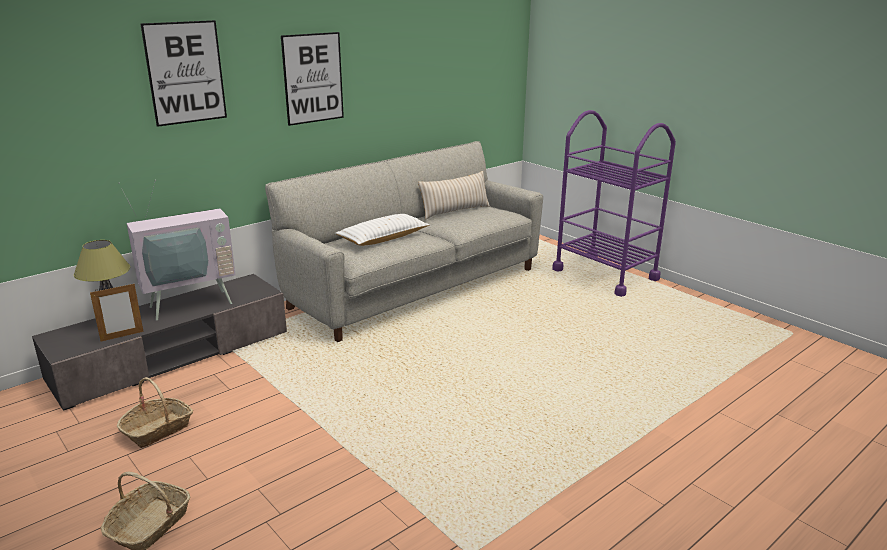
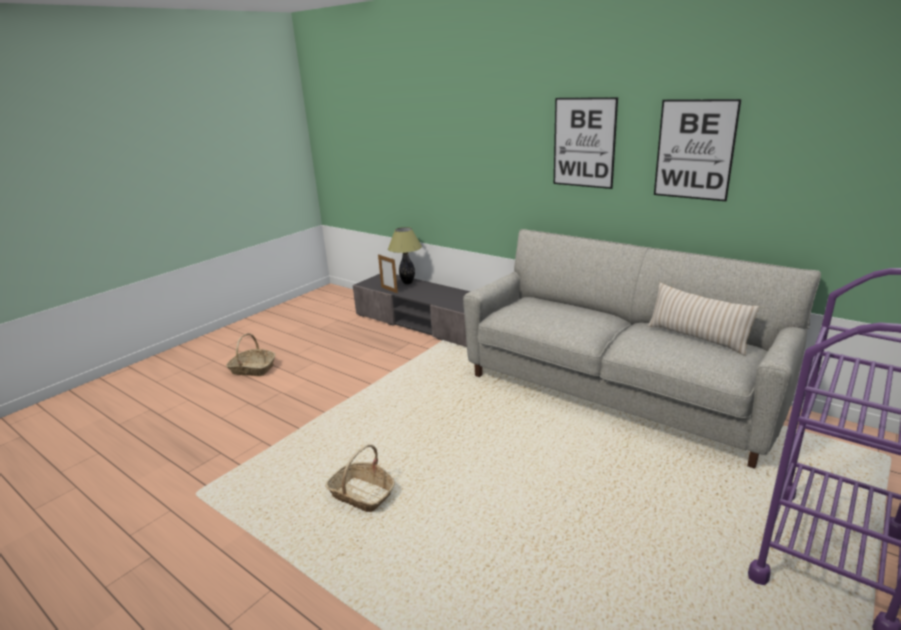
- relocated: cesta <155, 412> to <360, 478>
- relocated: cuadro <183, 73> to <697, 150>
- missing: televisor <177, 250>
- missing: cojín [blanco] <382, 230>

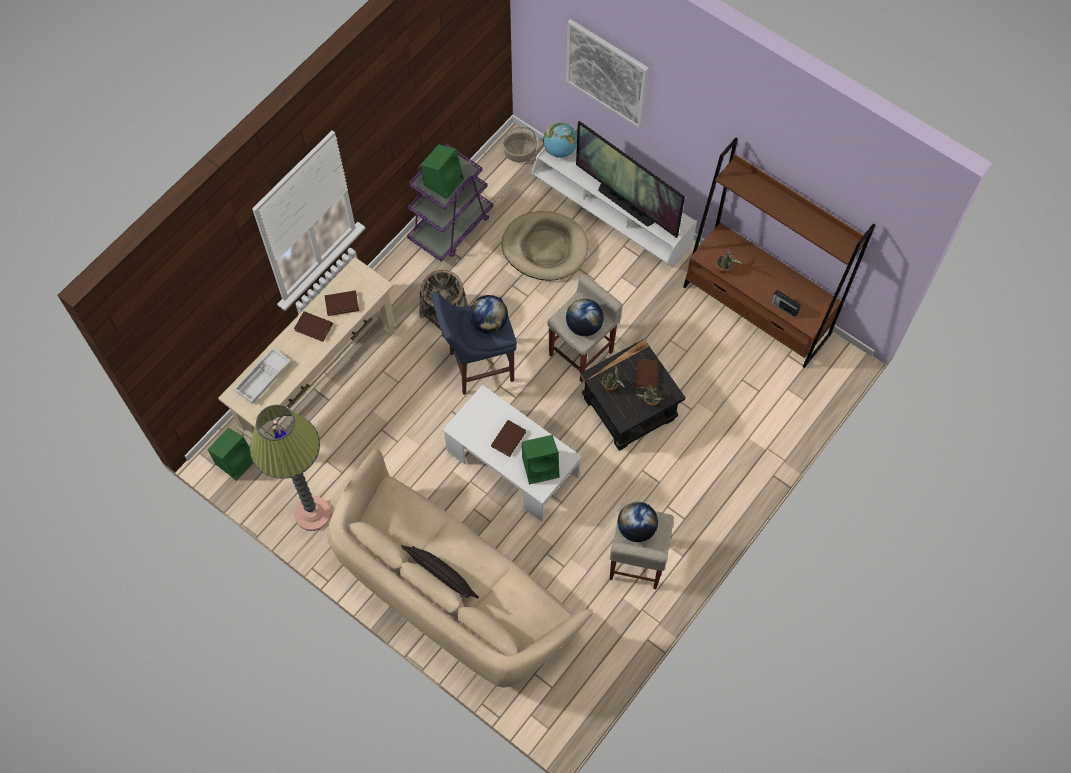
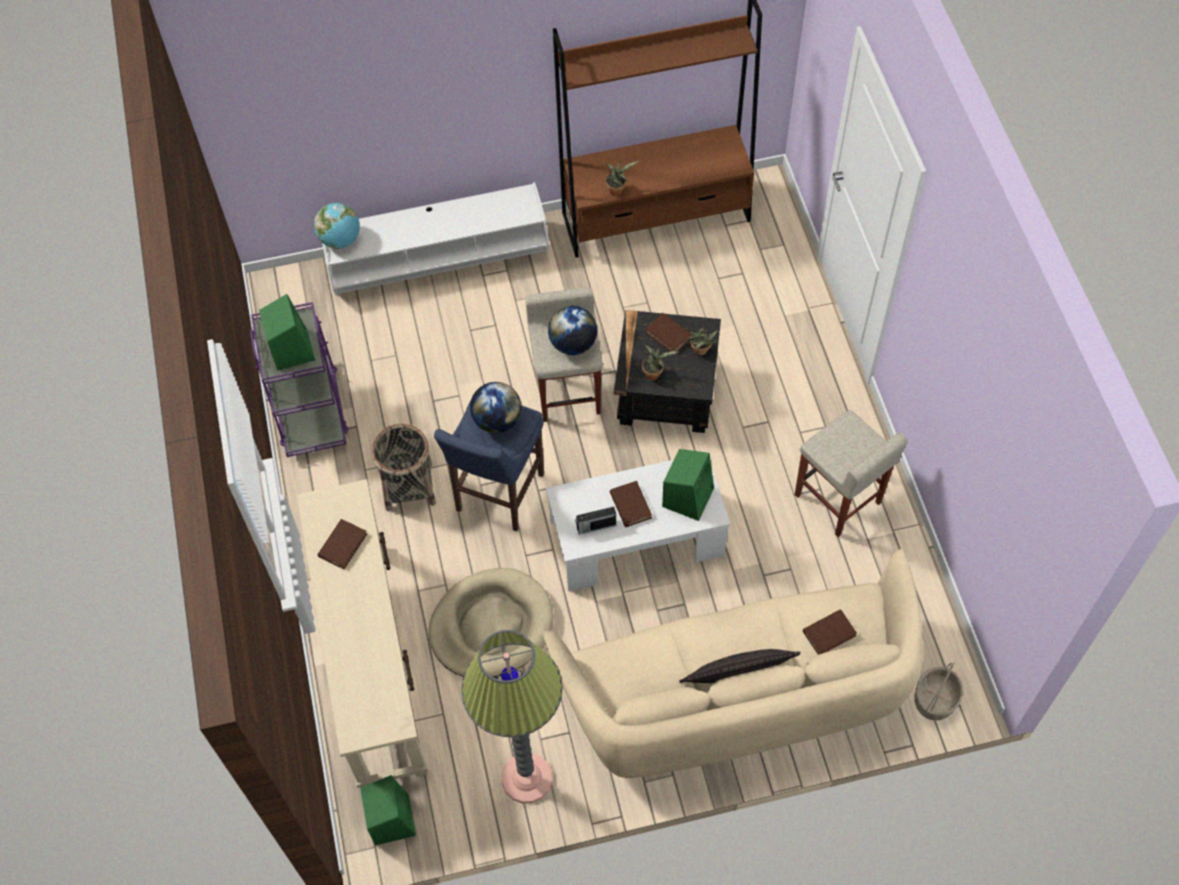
- relocated: cama para perro [beis] <545, 246> to <491, 623>
- relocated: radio <786, 304> to <595, 521>
- relocated: libro [marrón] <313, 326> to <830, 632>
- relocated: cesta <520, 144> to <939, 691>
- missing: bandeja [blanco] <262, 375>
- missing: cuadro <607, 74>
- missing: televisor <630, 179>
- missing: globo terráqueo <638, 522>

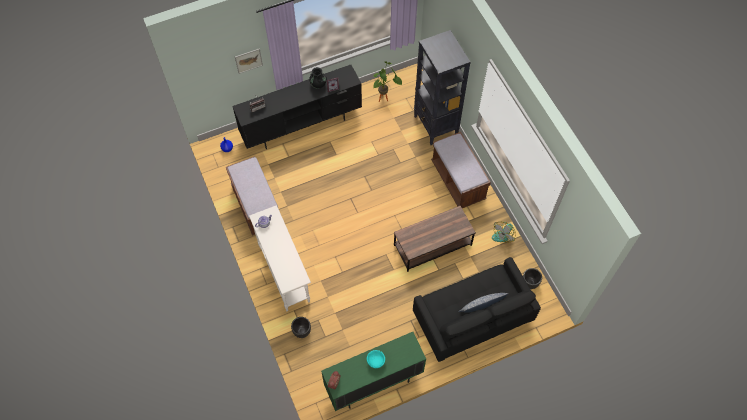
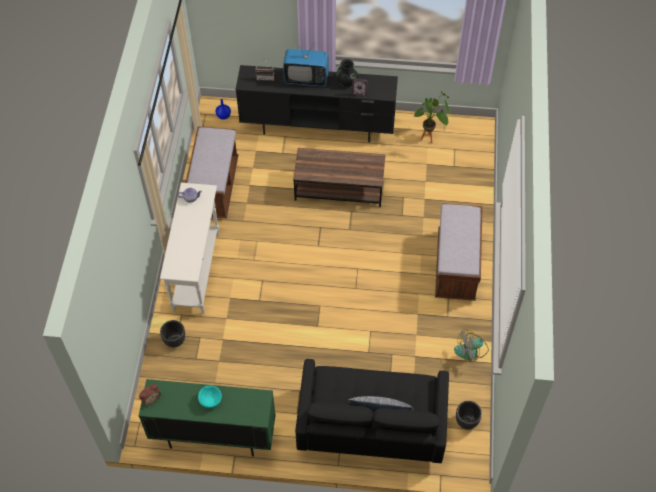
- appeared: televisor <306, 64>
- relocated: mesa de centro [marrón] <435, 239> to <339, 177>
- missing: cuadro <249, 61>
- missing: estantería [negro] <442, 87>

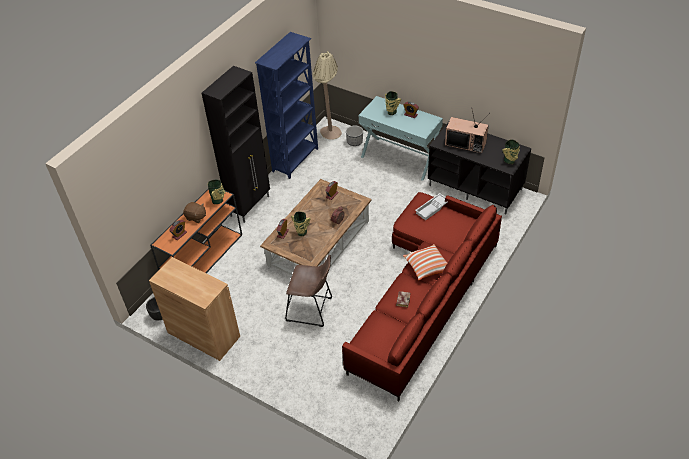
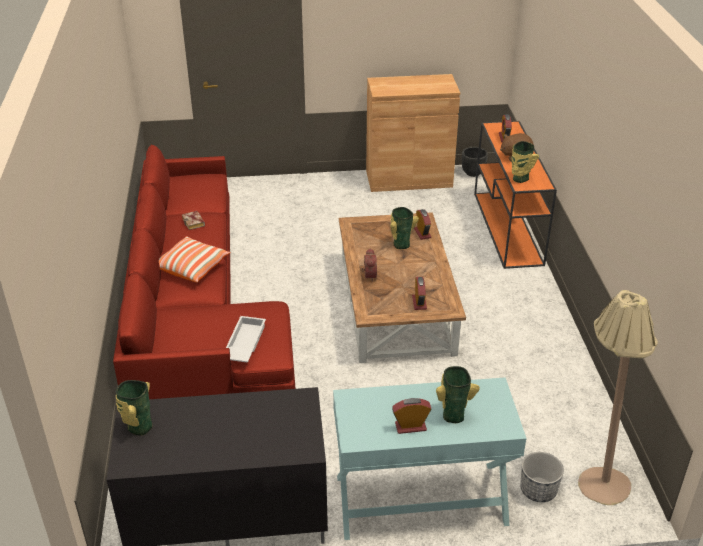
- missing: armario [negro] <236, 144>
- missing: estantería [azul] <286, 105>
- missing: taburete [marrón] <308, 291>
- missing: televisor <467, 130>

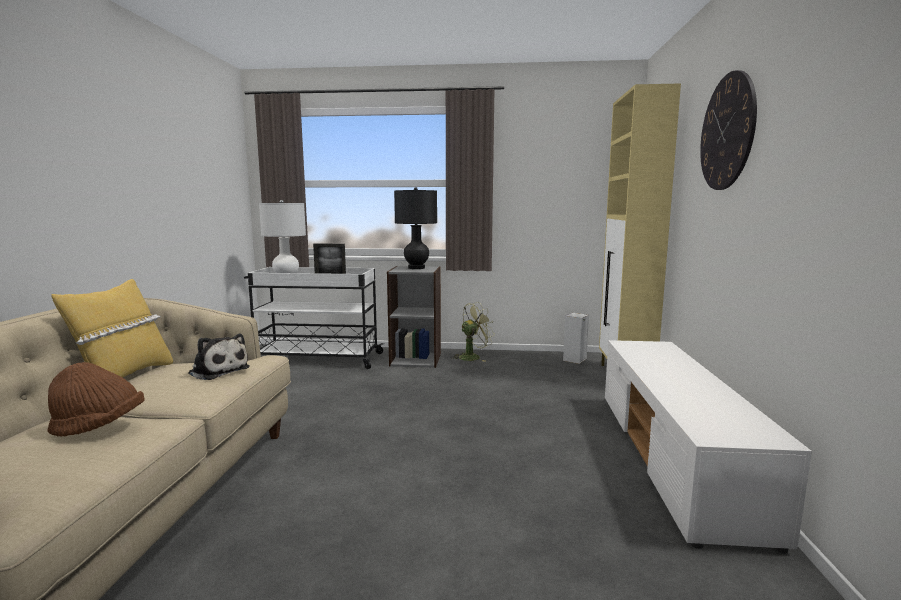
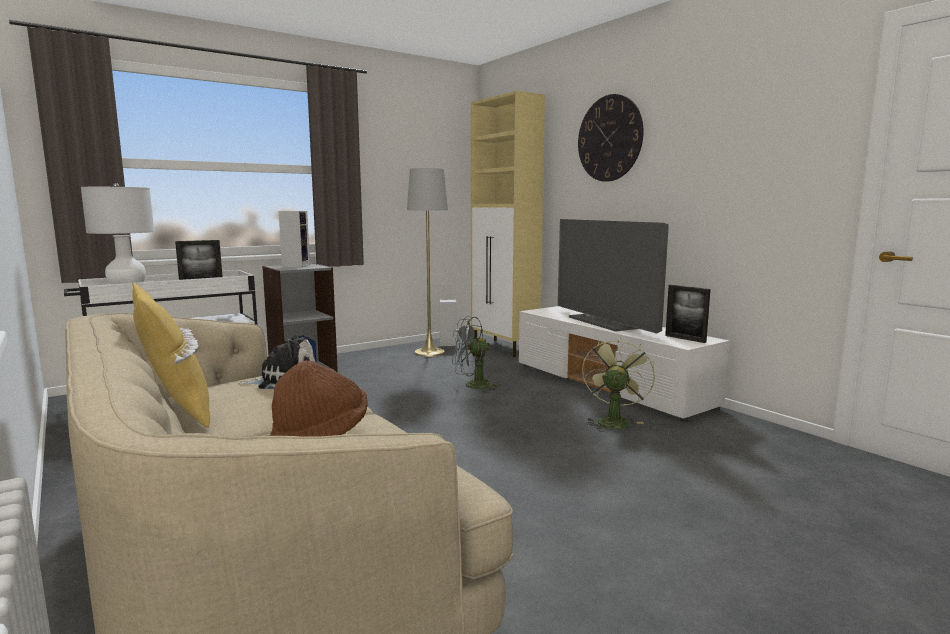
- exchanged: lámpara de mesa [negro] <415, 228> to altavoz <294, 239>
- appeared: lámpara de pie [gris] <427, 262>
- appeared: ventilador [gris] <476, 354>
- appeared: televisor <613, 276>
- relocated: ventilador [verde] <473, 332> to <618, 384>
- appeared: portarretratos <688, 314>

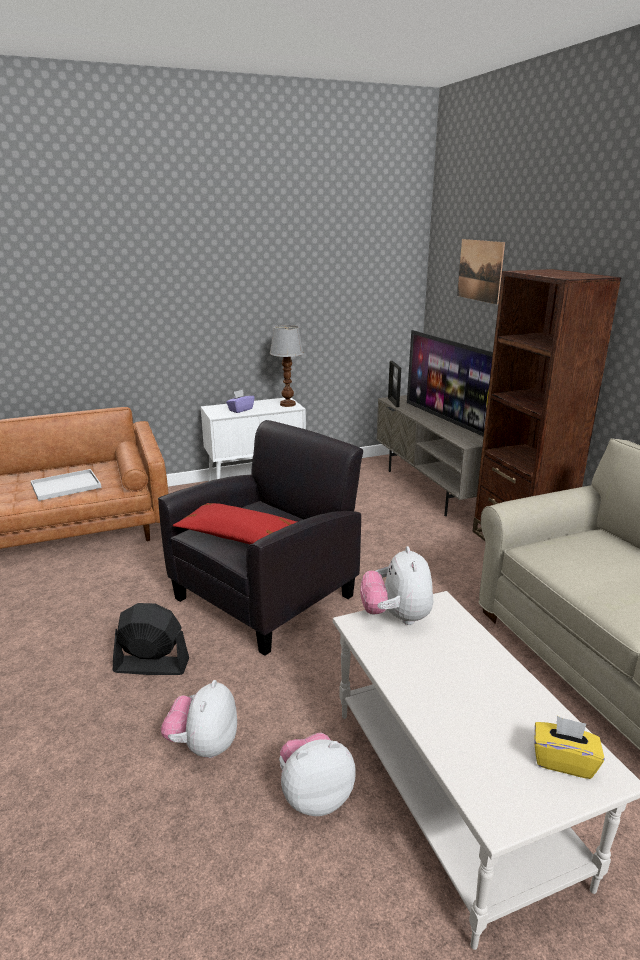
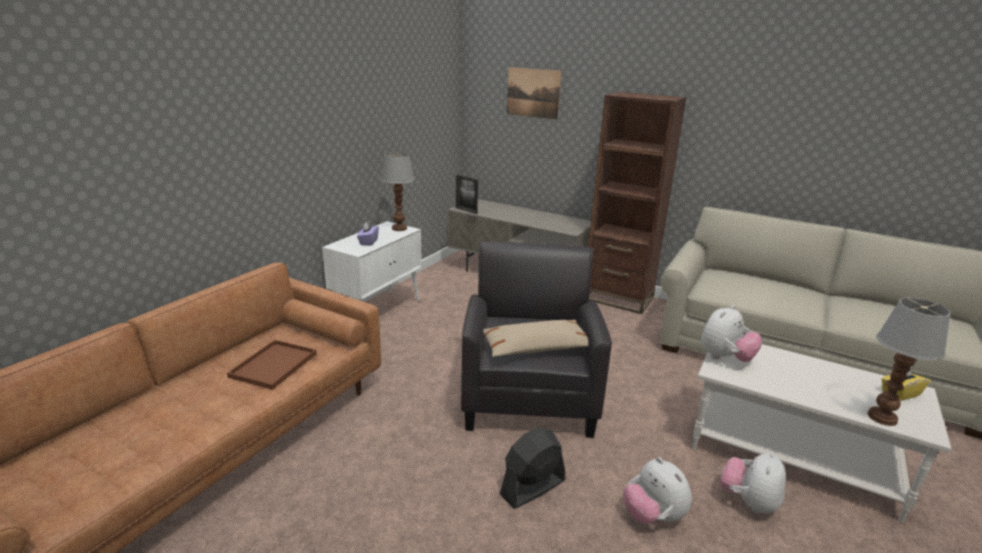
- colour: bandeja [blanco] <66, 485> to bandeja [marrón] <272, 365>
- colour: cojín [rojo] <235, 523> to cojín [beis] <535, 338>
- spun: peluche <396, 585> = <731, 333> 90 degrees counterclockwise
- appeared: lámpara de mesa <909, 362>
- missing: televisor <450, 383>

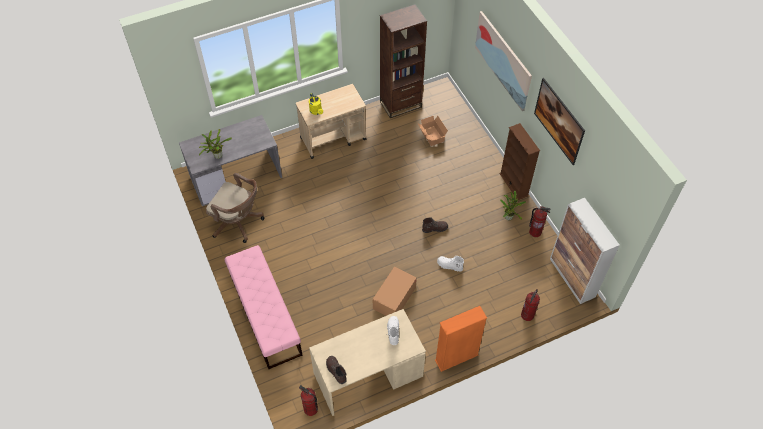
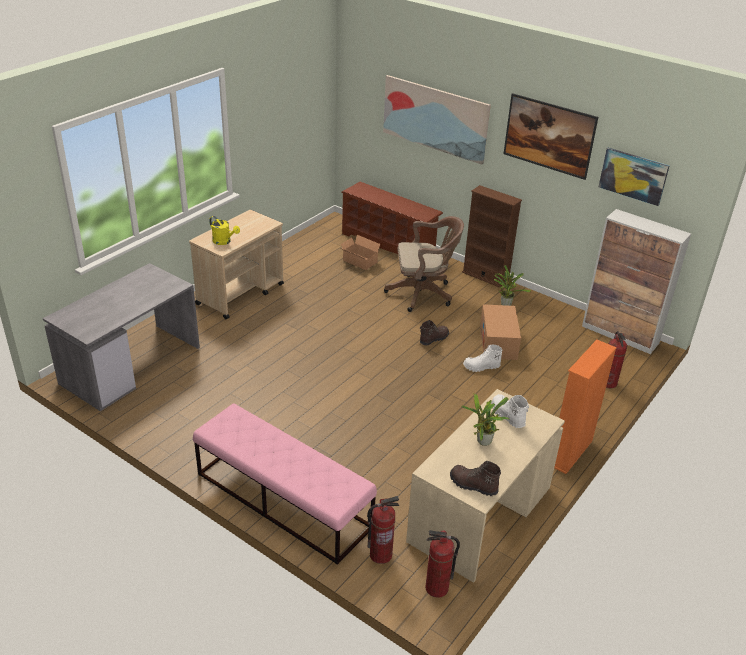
- appeared: zapatero [marrón] <392, 218>
- relocated: extintor <539, 221> to <383, 530>
- relocated: silla de oficina [marrón] <235, 208> to <424, 264>
- relocated: planta en maceta <215, 144> to <485, 419>
- relocated: caja de cartón <395, 291> to <500, 332>
- appeared: cuadro <634, 177>
- missing: estantería [marrón] <403, 61>

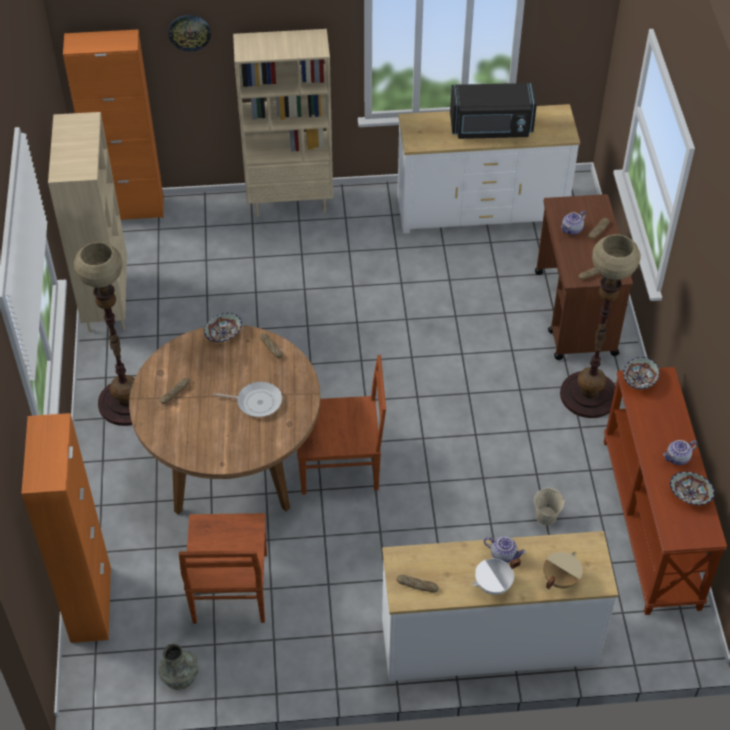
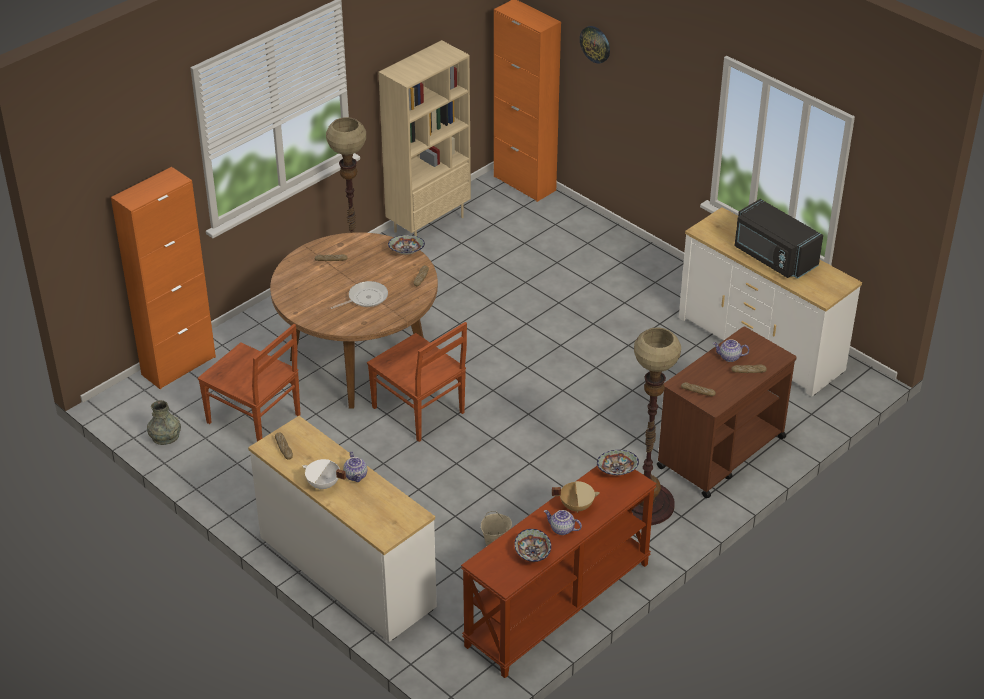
- spun: silla [marrón] <223, 568> = <249, 383> 105 degrees counterclockwise
- spun: sartén <247, 399> = <359, 295> 90 degrees counterclockwise
- relocated: olla [beis] <563, 570> to <576, 497>
- missing: estantería [beis] <283, 123>

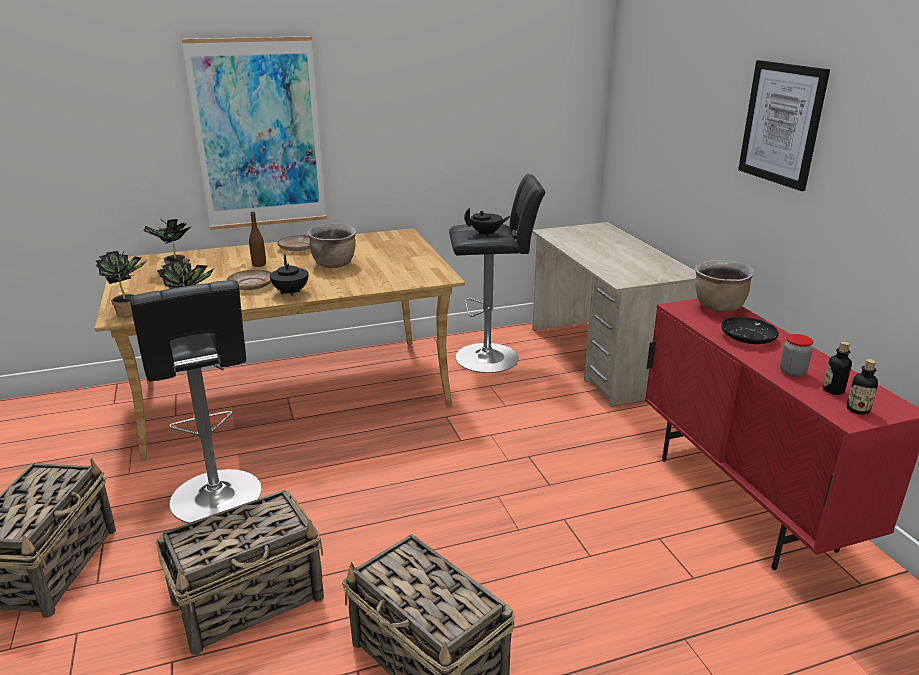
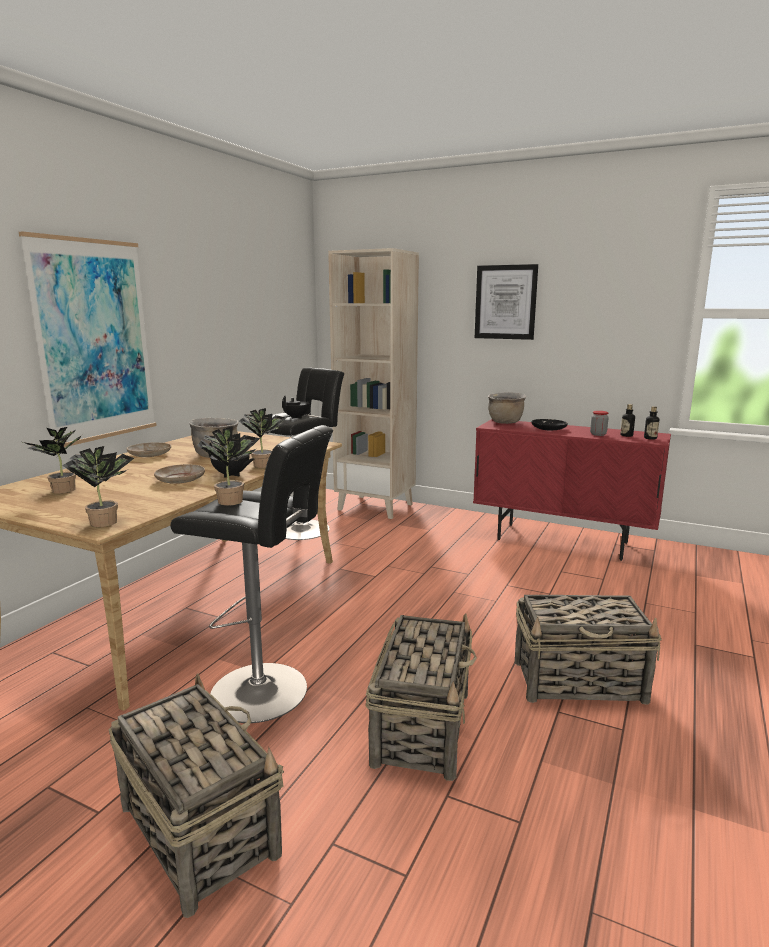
- appeared: planta en maceta <262, 438>
- exchanged: escritorio [beis] <615, 314> to estantería [beis] <373, 383>
- missing: botella [marrón] <257, 239>

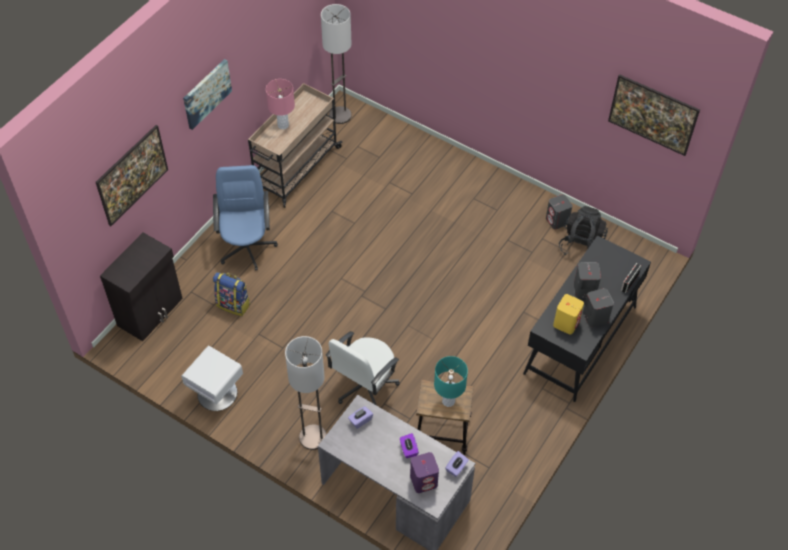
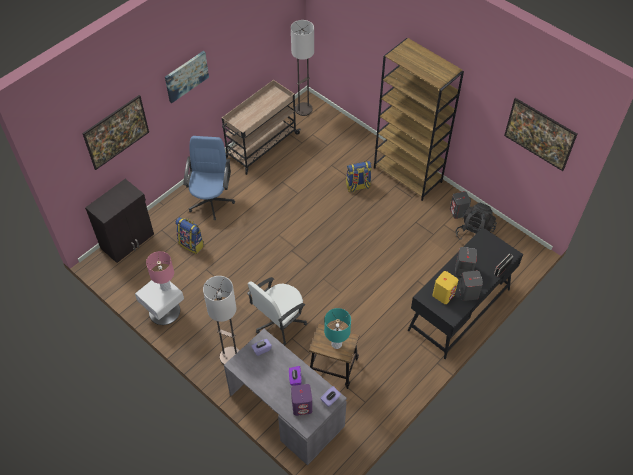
- relocated: lámpara de mesa [rosa] <280, 104> to <160, 271>
- appeared: mochila <359, 176>
- appeared: estantería [marrón] <419, 119>

